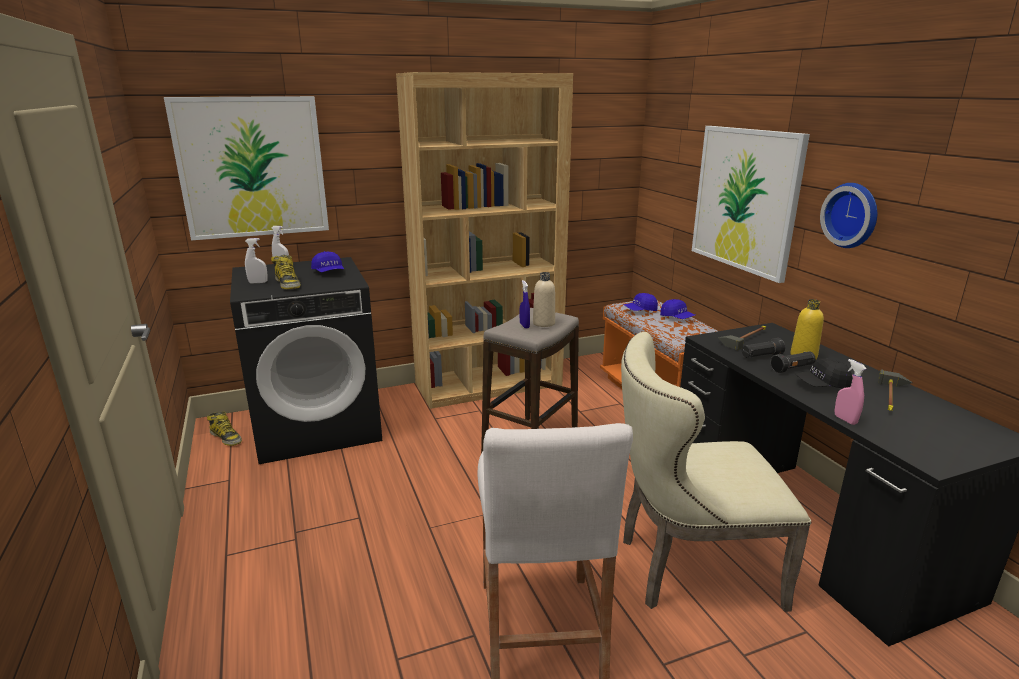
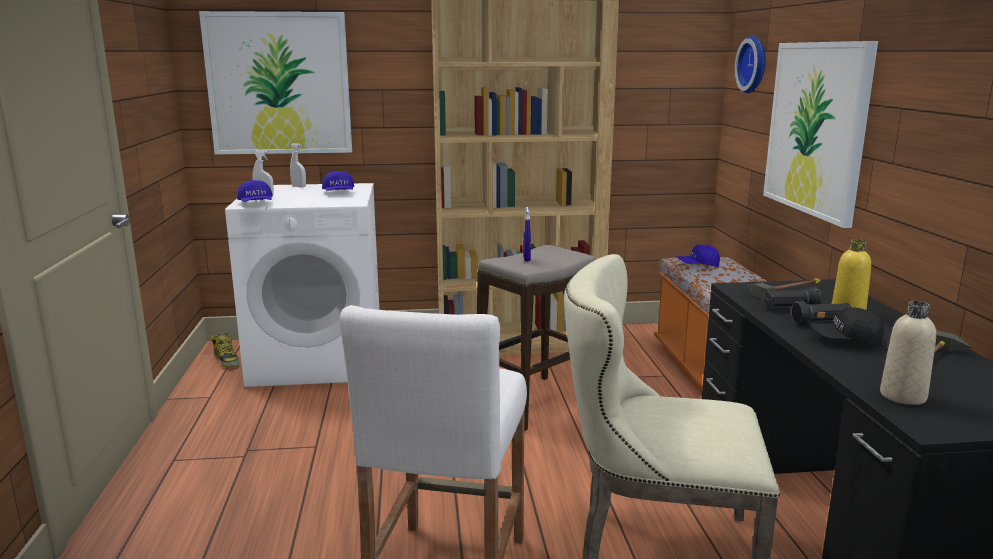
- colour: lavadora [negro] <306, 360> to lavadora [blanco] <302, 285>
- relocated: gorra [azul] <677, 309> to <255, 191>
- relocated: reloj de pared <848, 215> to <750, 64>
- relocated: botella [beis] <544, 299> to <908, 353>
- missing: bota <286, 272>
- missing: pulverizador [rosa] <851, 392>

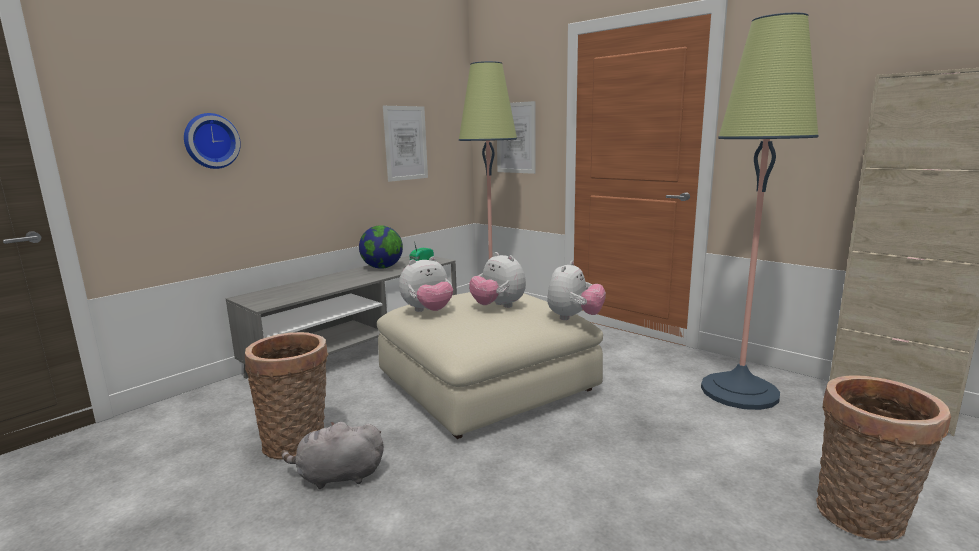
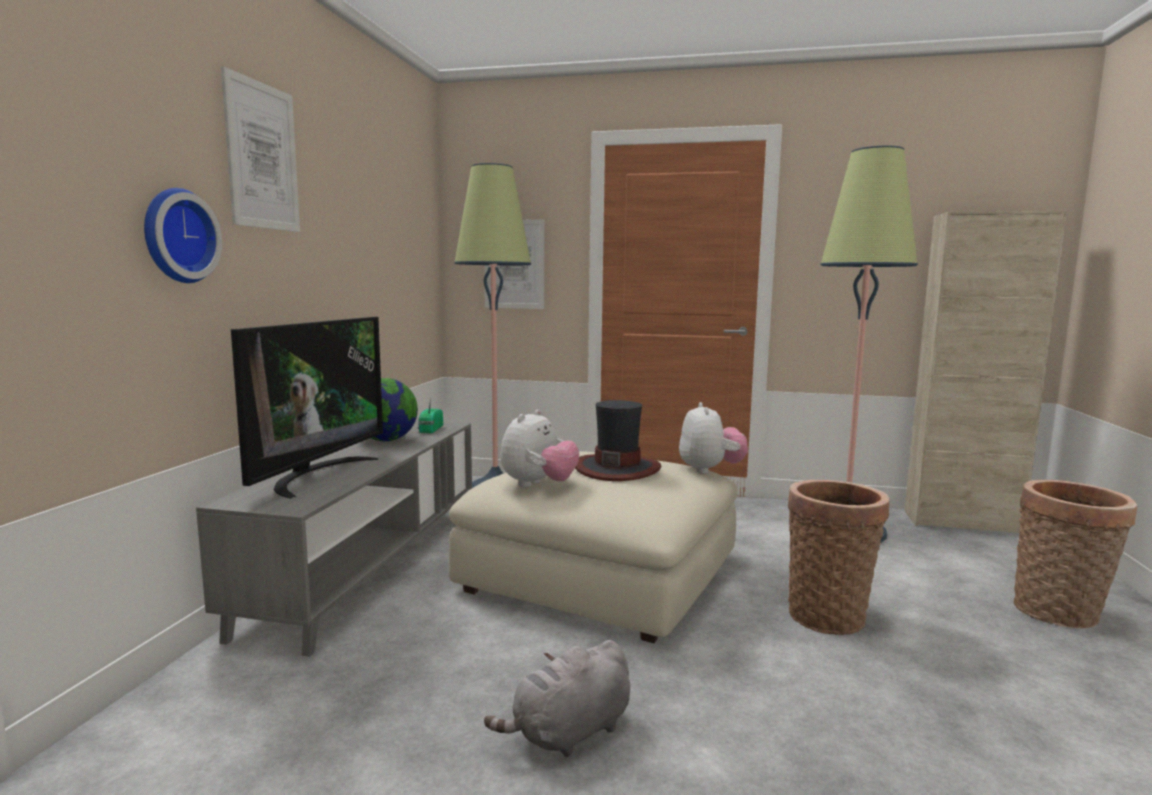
- relocated: cuadro <405, 144> to <260, 149>
- appeared: televisor <307, 408>
- exchanged: peluche <497, 280> to sombrero <618, 440>
- relocated: cesta <287, 395> to <839, 557>

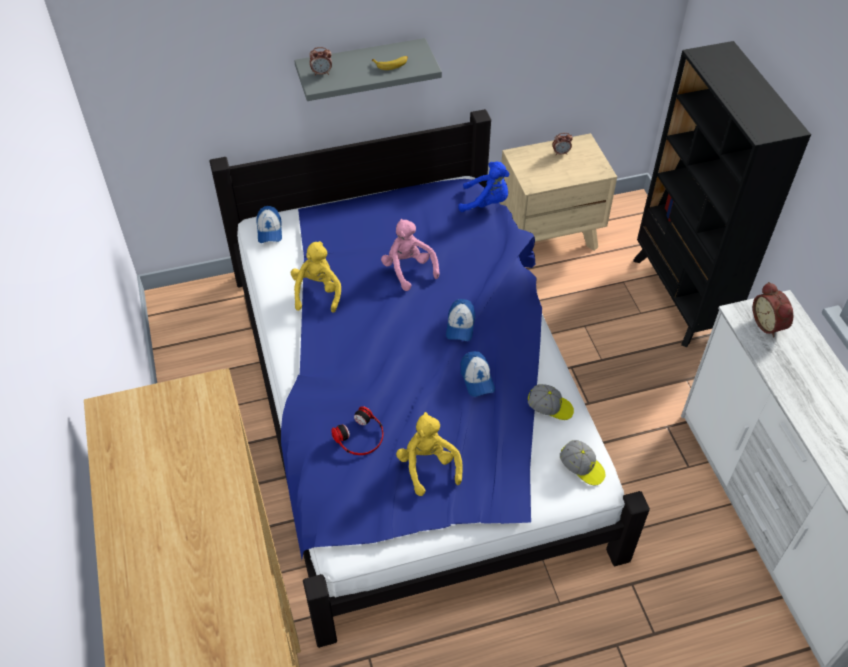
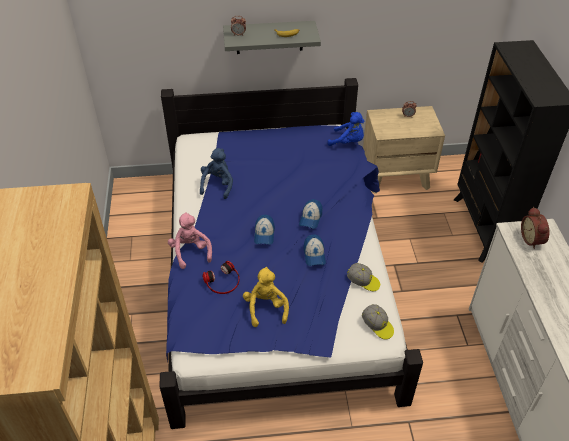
- relocated: peluche [rosa] <410, 255> to <190, 241>
- colour: peluche [amarillo] <316, 277> to peluche [azul] <216, 173>
- relocated: gorra <269, 224> to <264, 230>

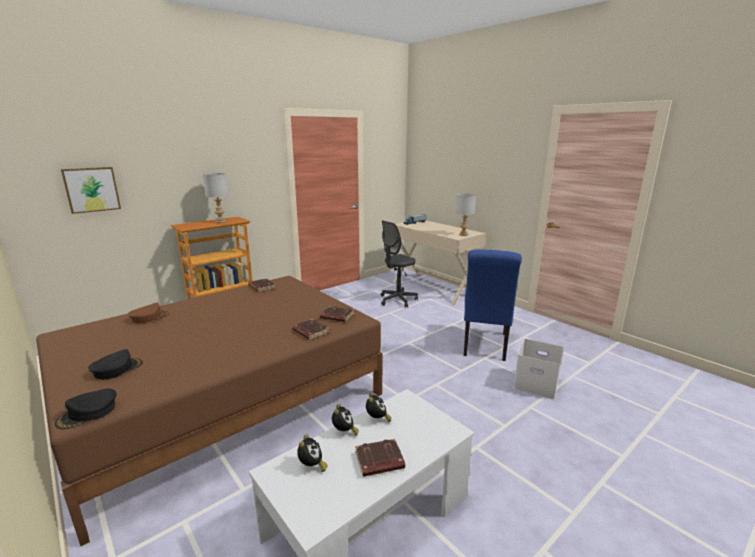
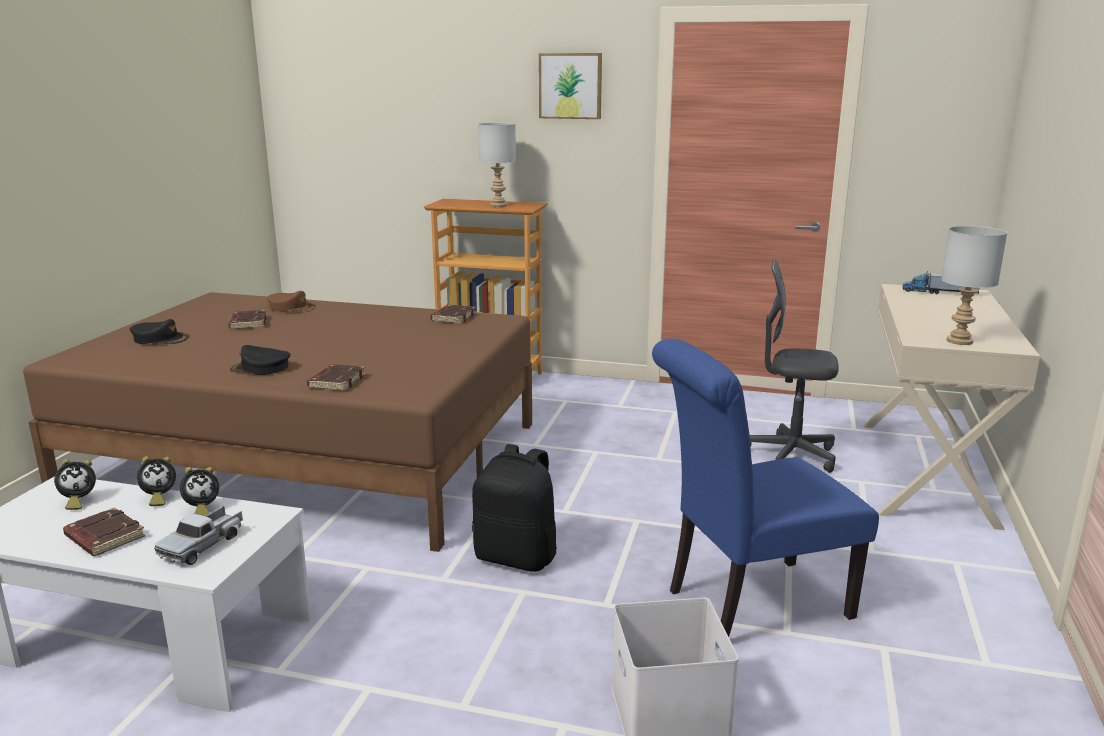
- appeared: camión de juguete <198, 535>
- relocated: libro [marrón] <337, 314> to <247, 319>
- relocated: gorra [negro] <86, 409> to <260, 360>
- appeared: mochila [negro] <514, 508>
- relocated: cuadro <91, 190> to <570, 86>

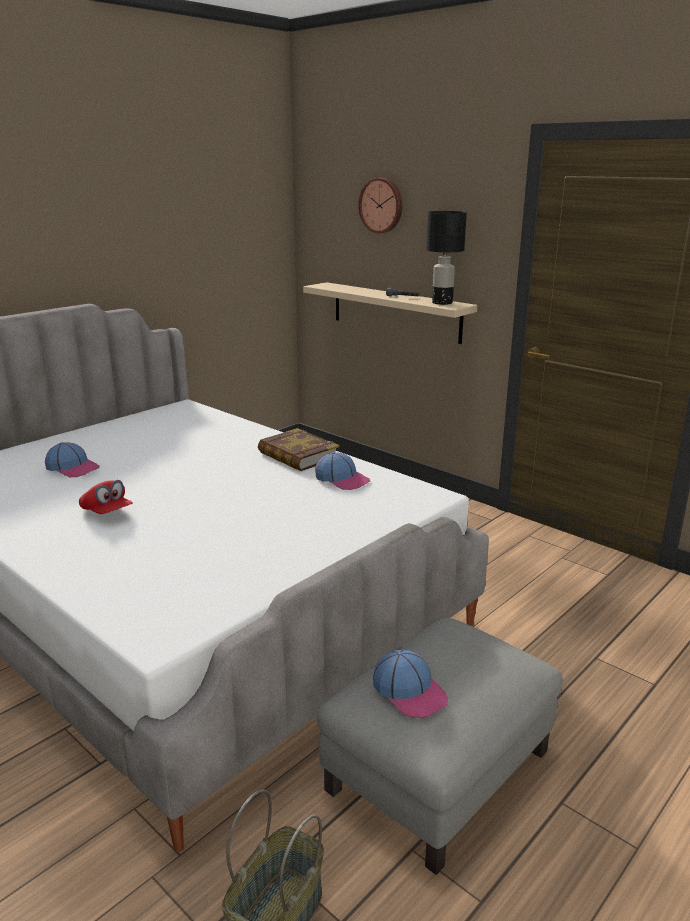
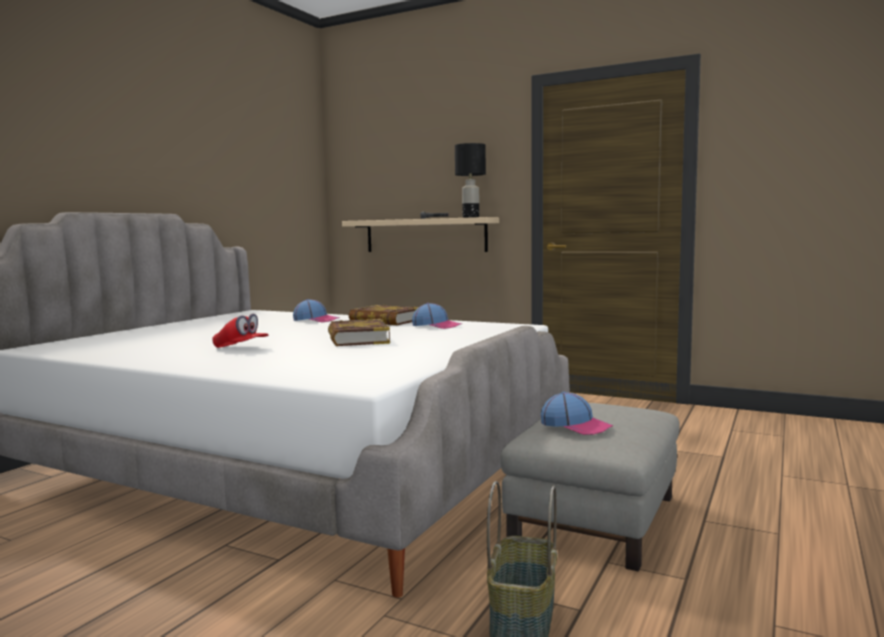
- relocated: gorra <72, 459> to <316, 310>
- appeared: libro <359, 332>
- missing: reloj de pared <380, 205>

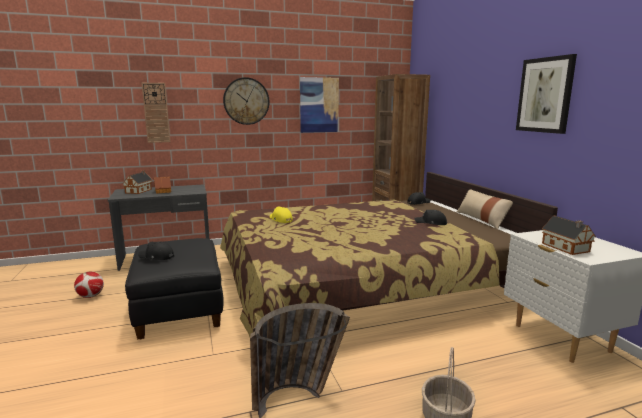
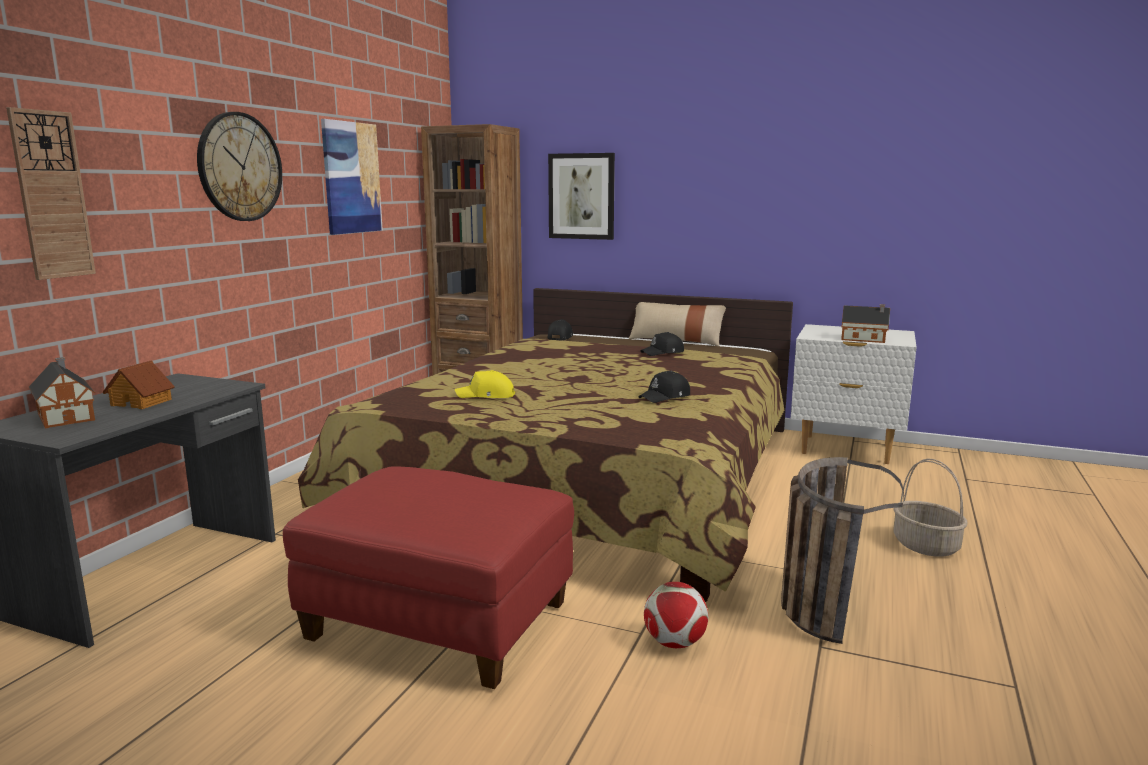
- colour: puf [negro] <174, 289> to puf [rojo] <428, 577>
- relocated: cuadro <546, 94> to <581, 196>
- relocated: gorra [negro] <156, 250> to <664, 386>
- relocated: balón de fútbol <89, 284> to <676, 615>

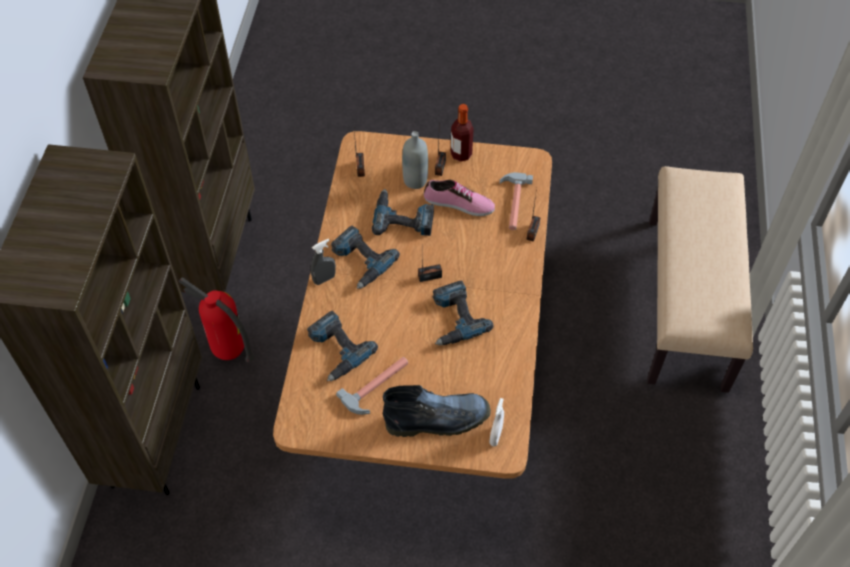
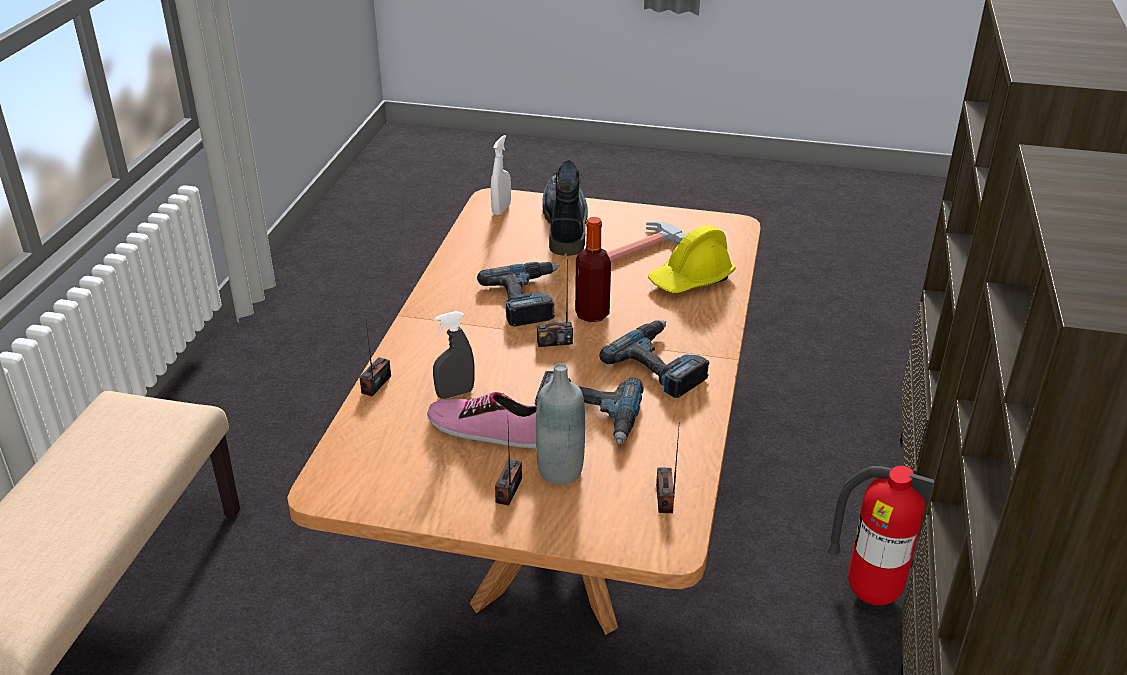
- relocated: pulverizador [gris] <323, 262> to <453, 355>
- spun: bota <437, 411> = <565, 208> 90 degrees clockwise
- relocated: botella <462, 133> to <593, 269>
- exchanged: taladro <342, 346> to casco [amarillo] <692, 259>
- missing: martillo <516, 201>

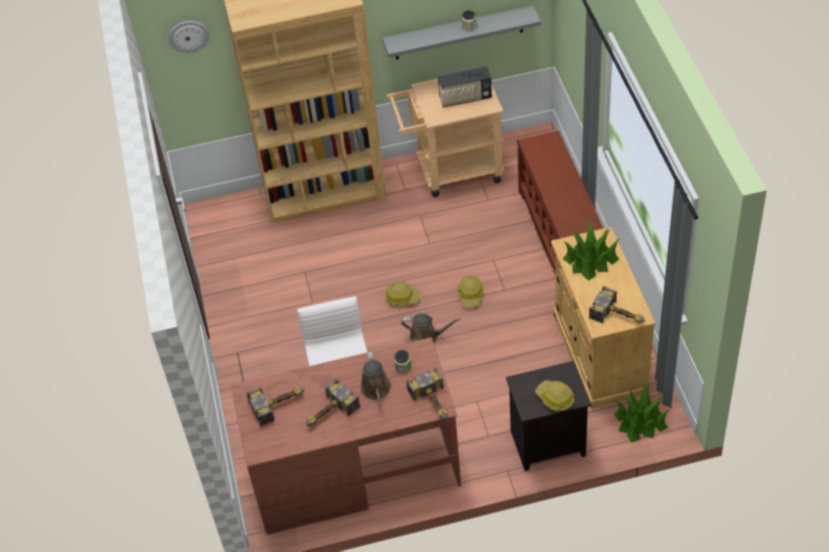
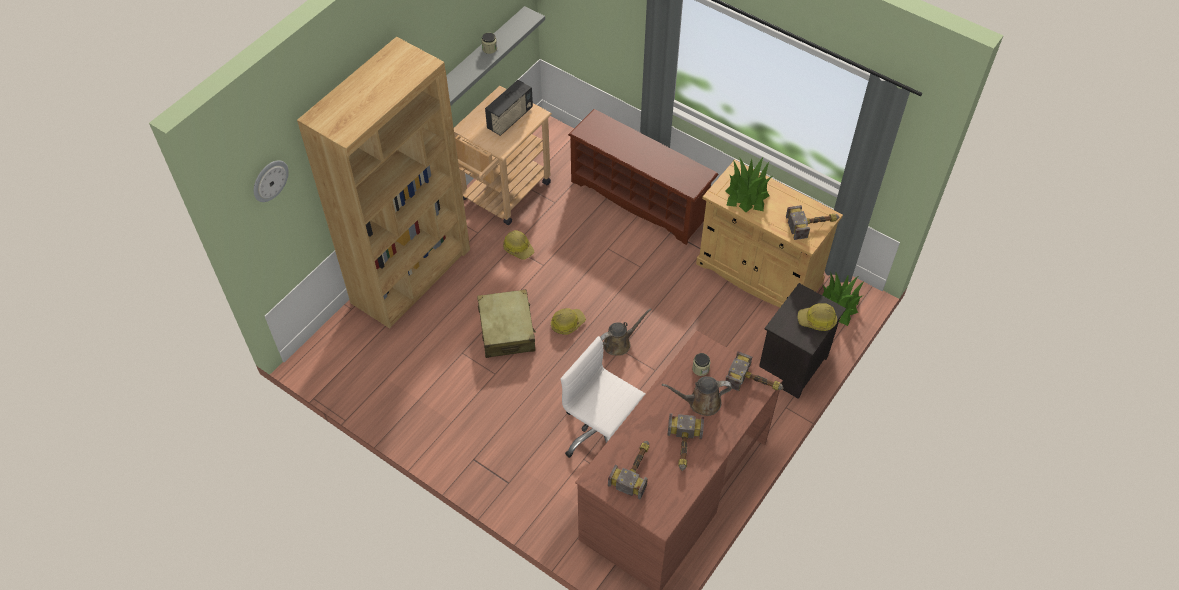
- appeared: maleta [beis] <506, 323>
- relocated: casco <470, 291> to <518, 245>
- spun: regadera [marrón] <375, 376> = <697, 396> 135 degrees clockwise

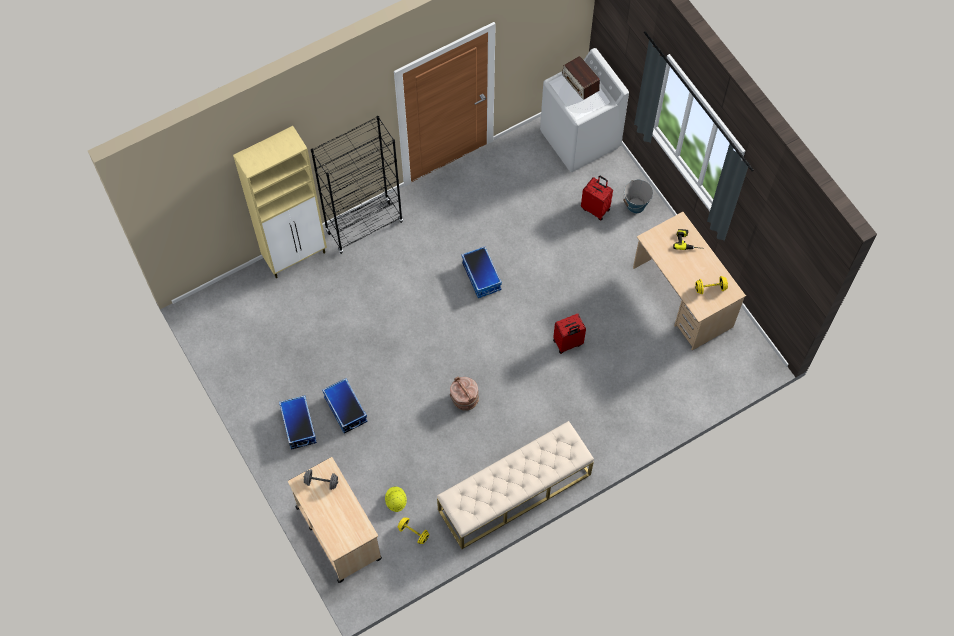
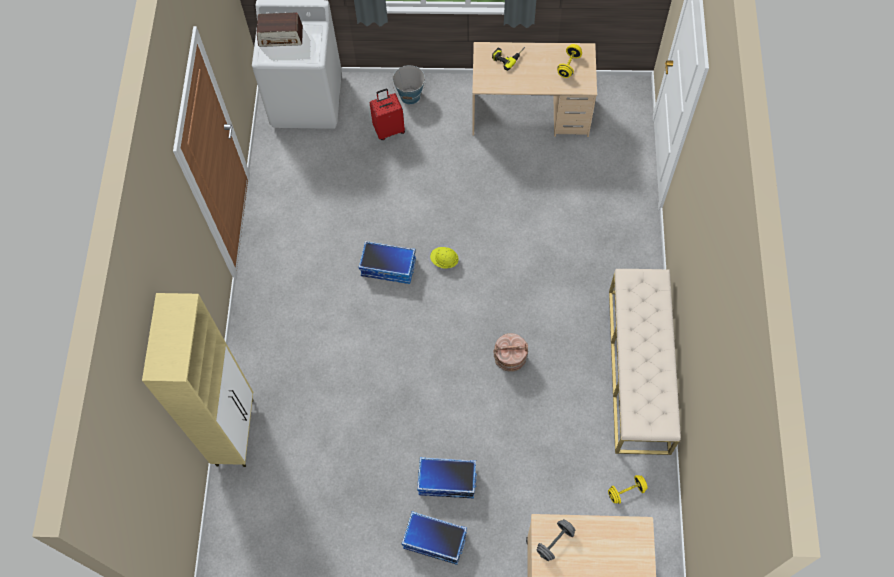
- relocated: casco [amarillo] <396, 499> to <444, 258>
- missing: estantería [negro] <357, 185>
- missing: maleta [rojo] <569, 333>

